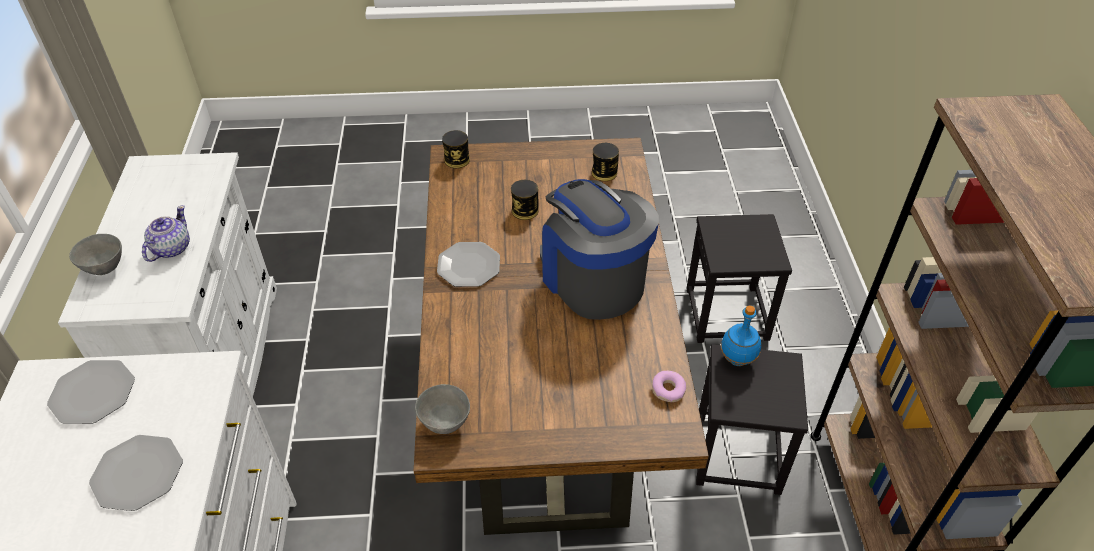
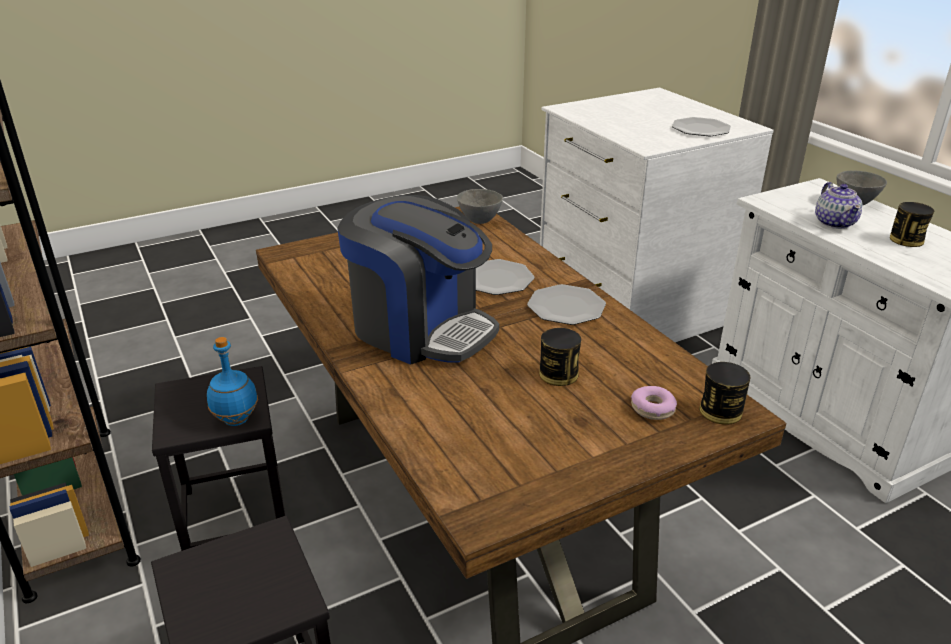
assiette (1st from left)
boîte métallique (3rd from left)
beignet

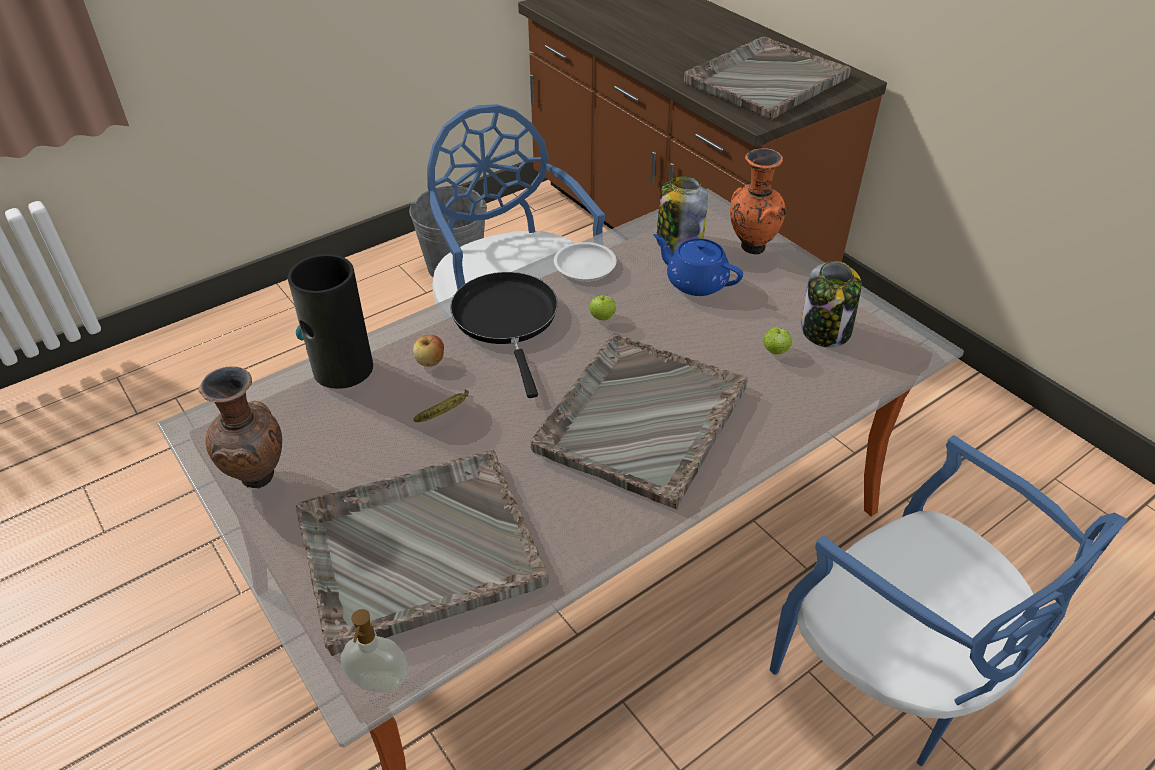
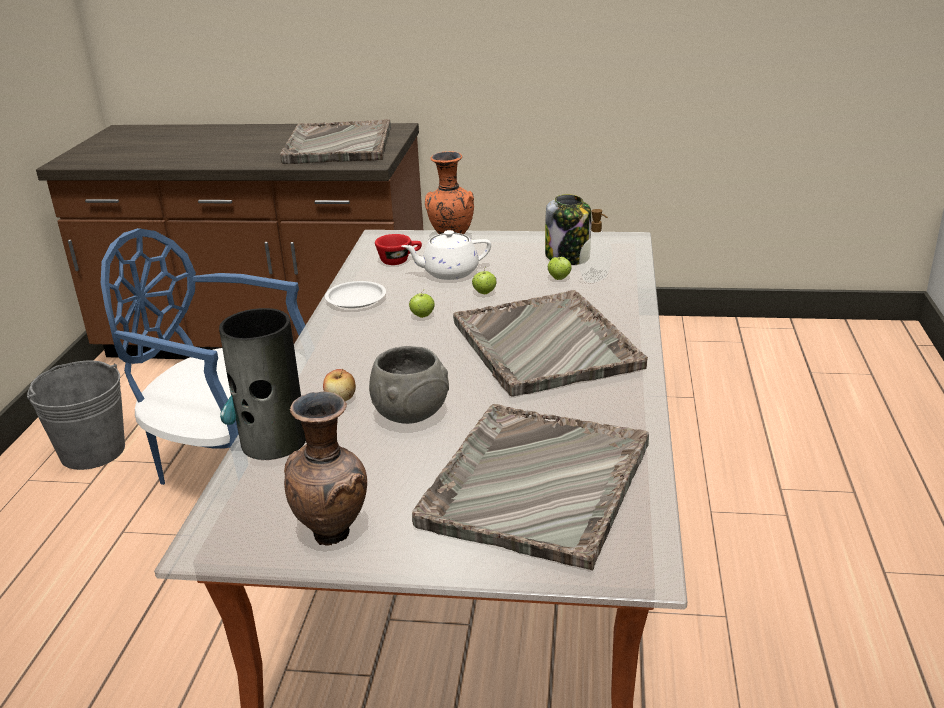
distributeur de savon
bol/gris
poêle/noir
théière/blanc
tasse/rouge
chaise/bleu (2nd from left in the first image)
pomme (3rd from left)

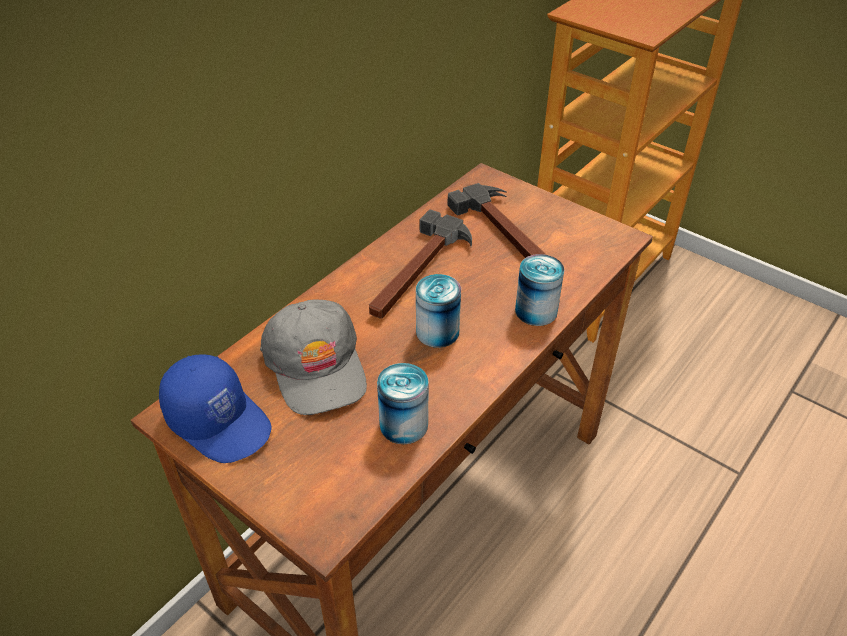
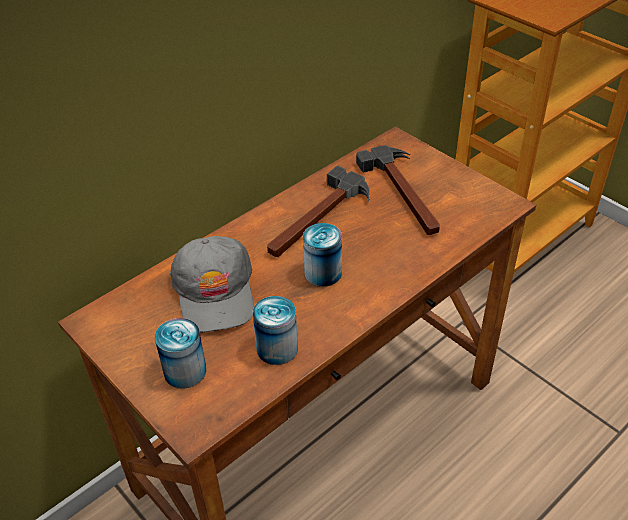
casquette/bleu
boîte métallique (1st from left)

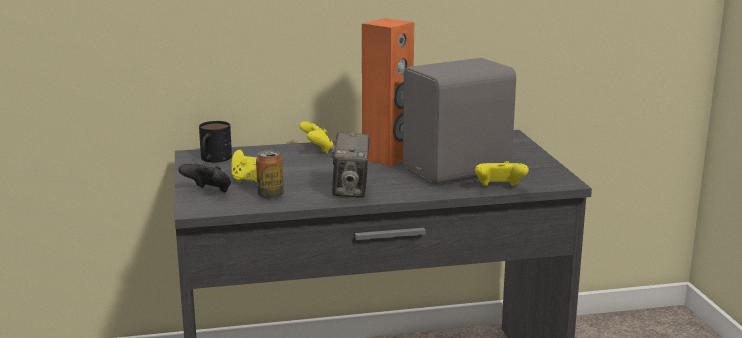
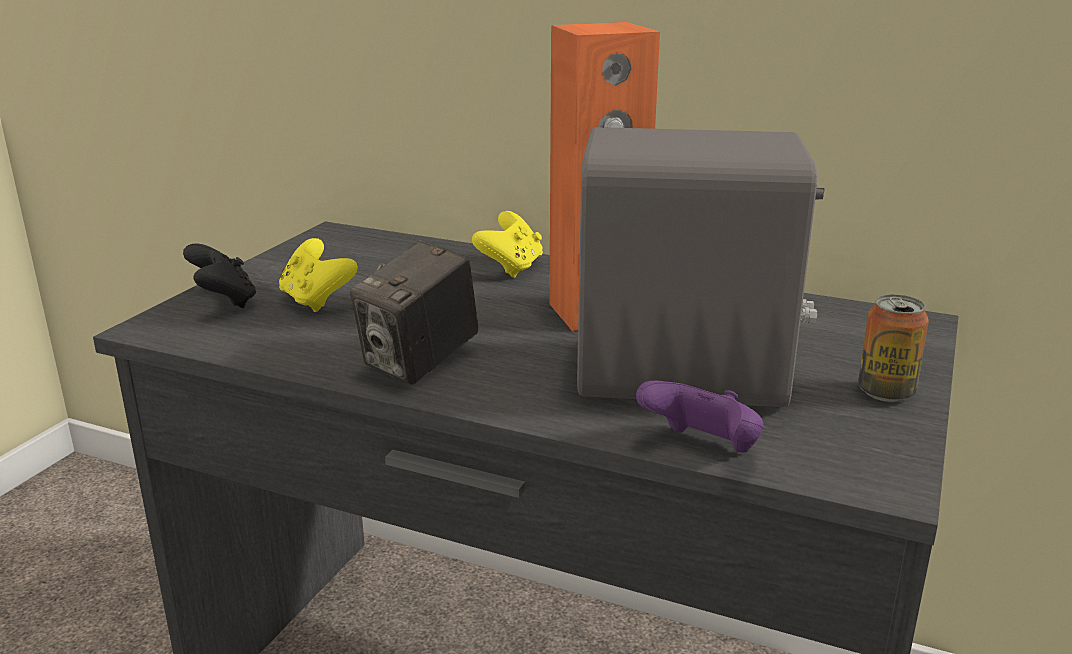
mug
boîte métallique
manette/violet

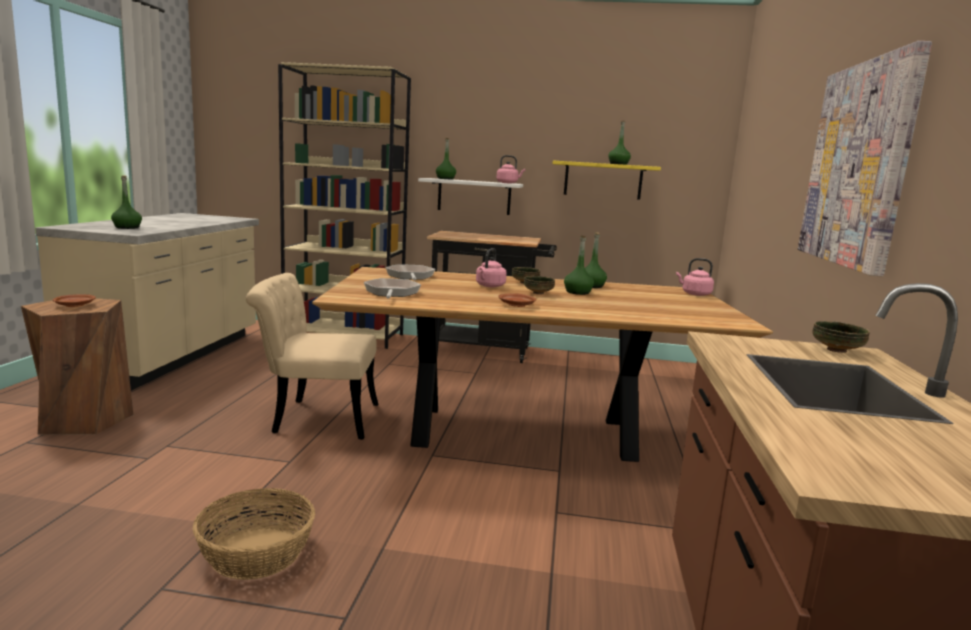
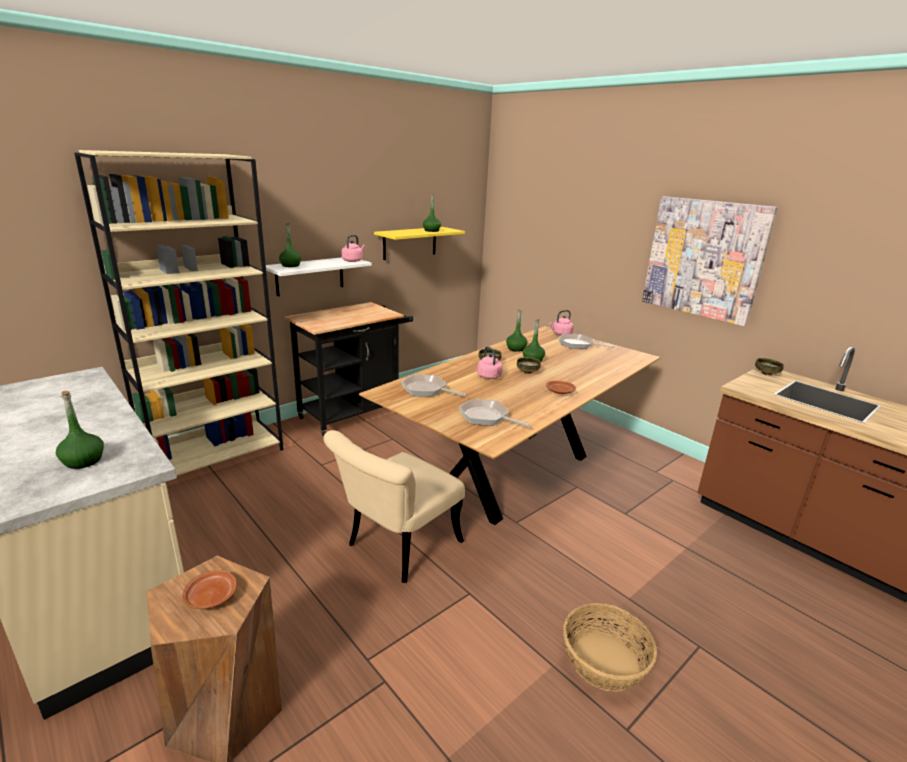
poêle (3rd from left)

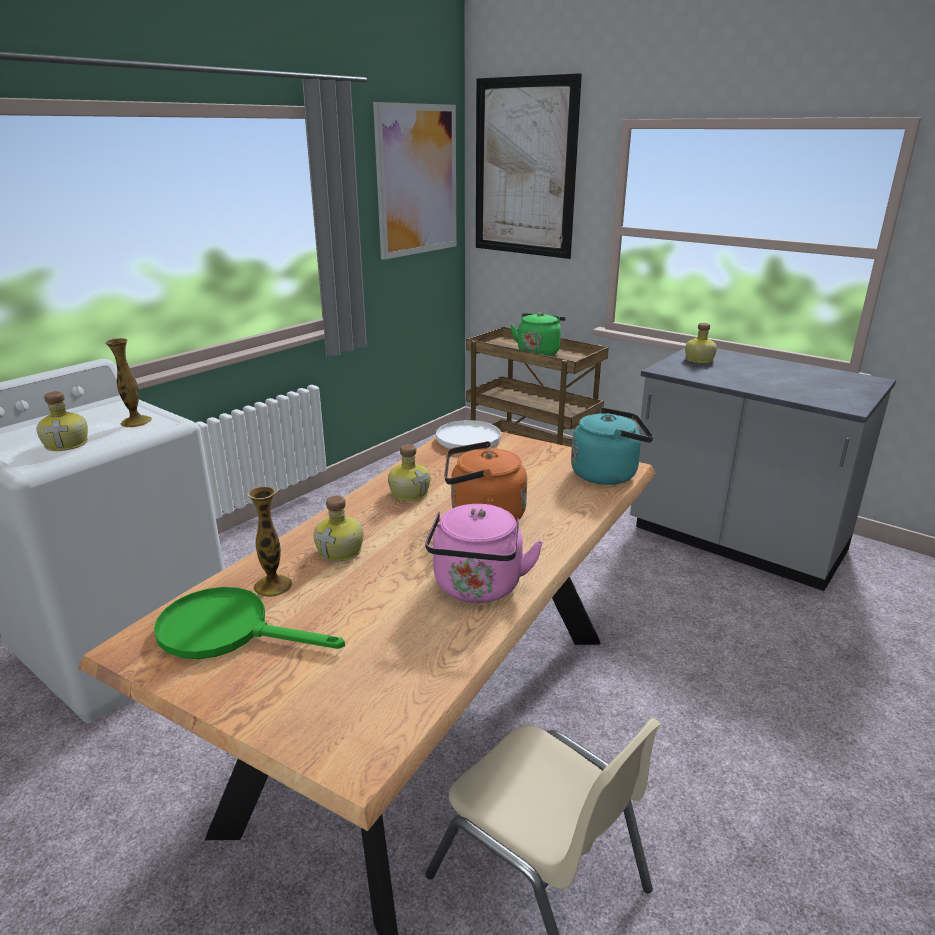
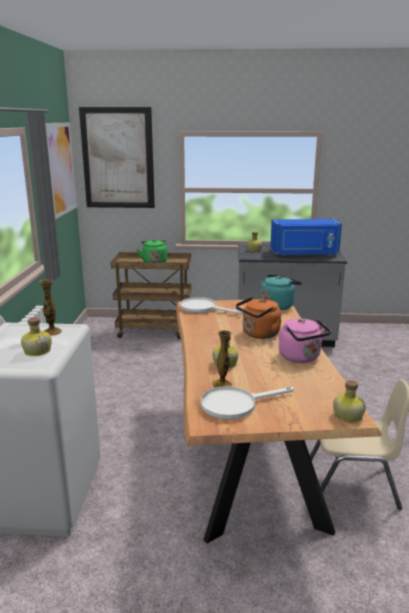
poêle/blanc (2nd from left)
bouteille (4th from left)
micro-ondes/bleu

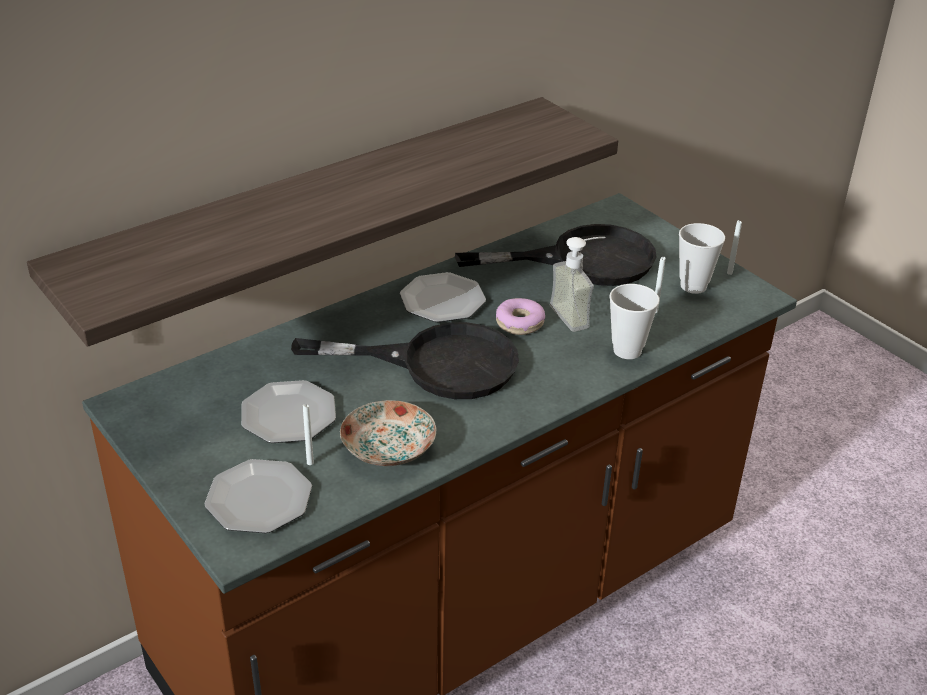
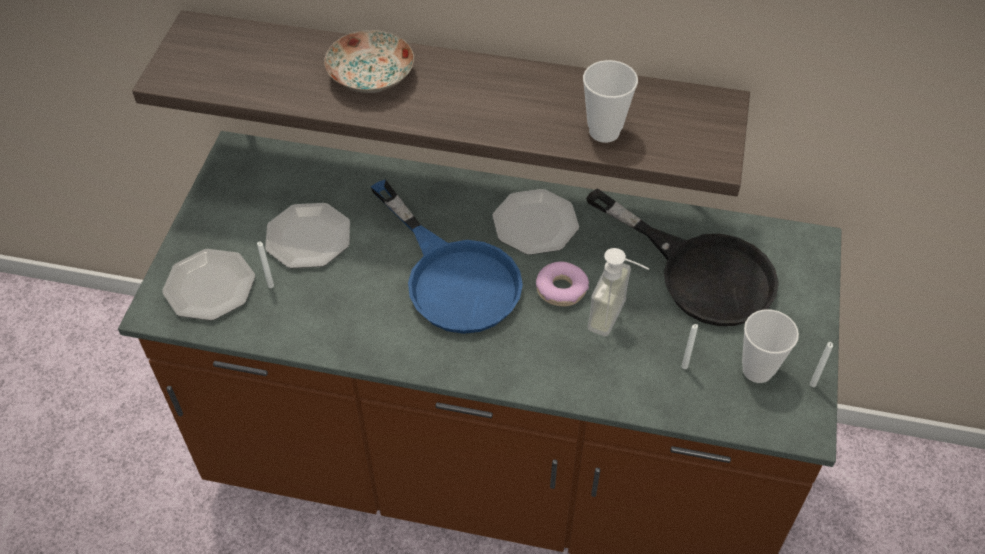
poêle/bleu
assiette (3rd from left)
tasse (1st from left)

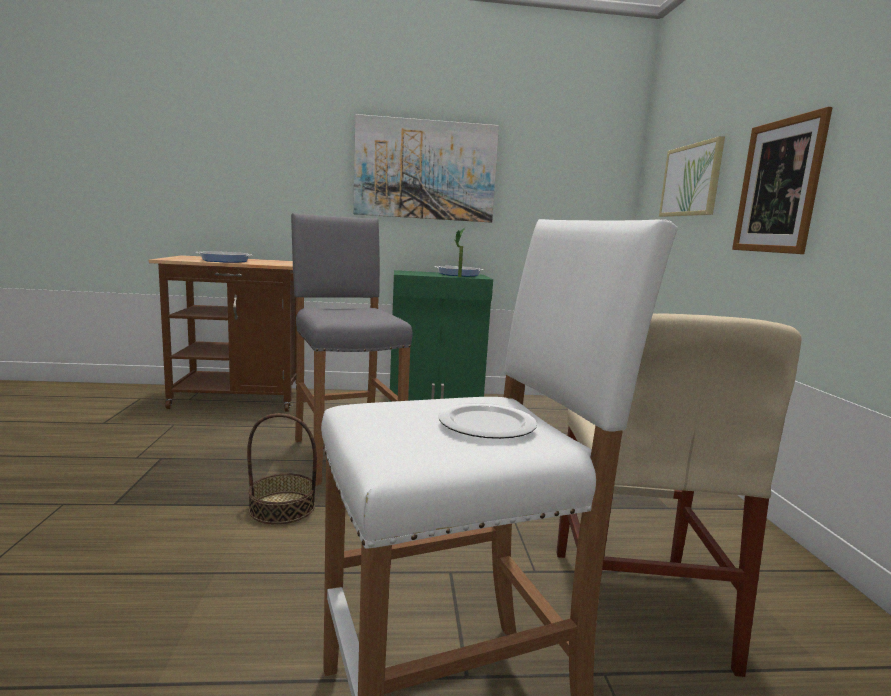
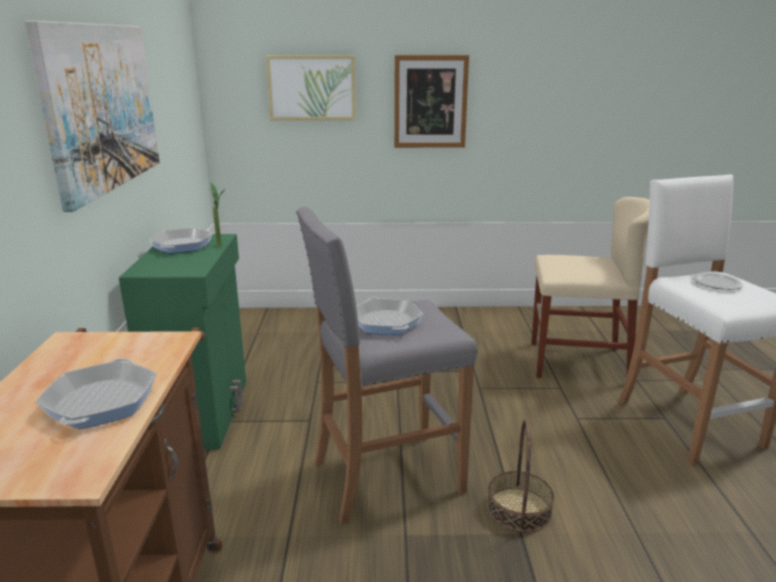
poêle (3rd from left)

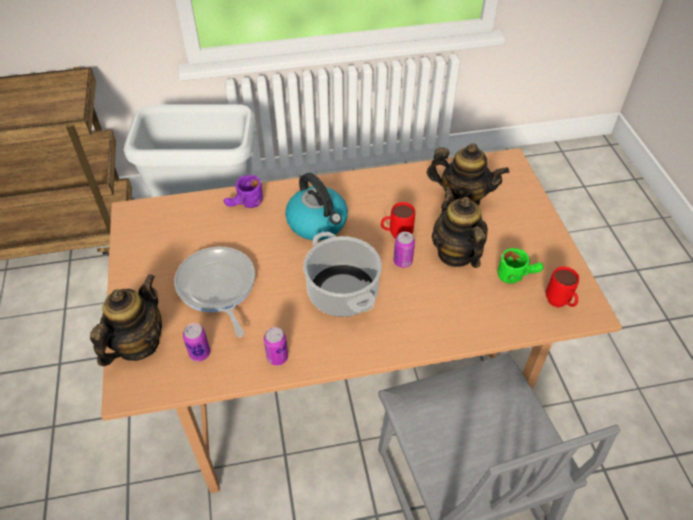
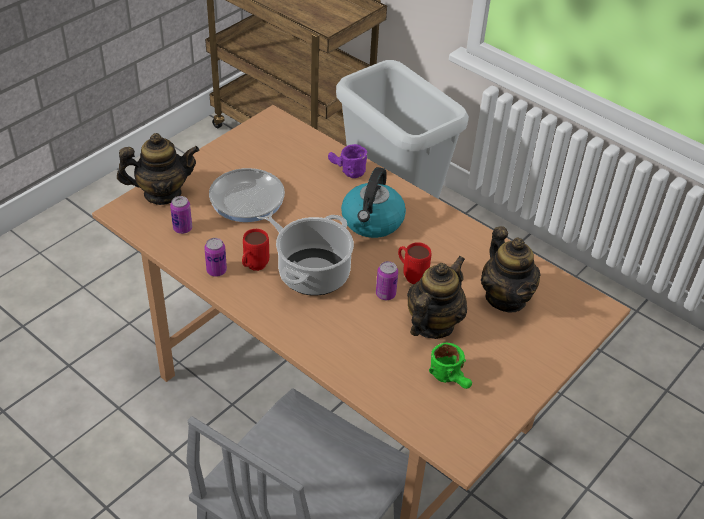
poêle
mug/rouge (1st from left)

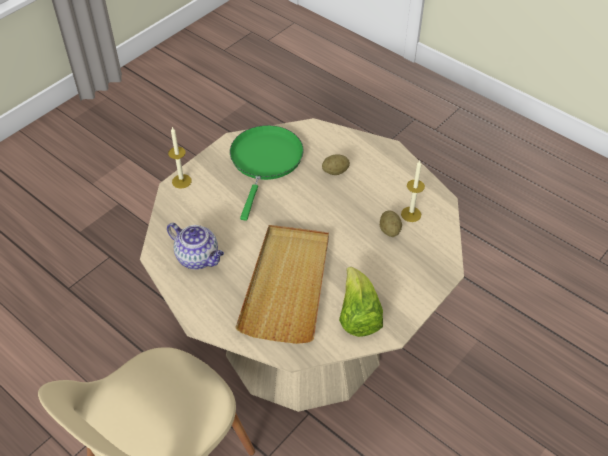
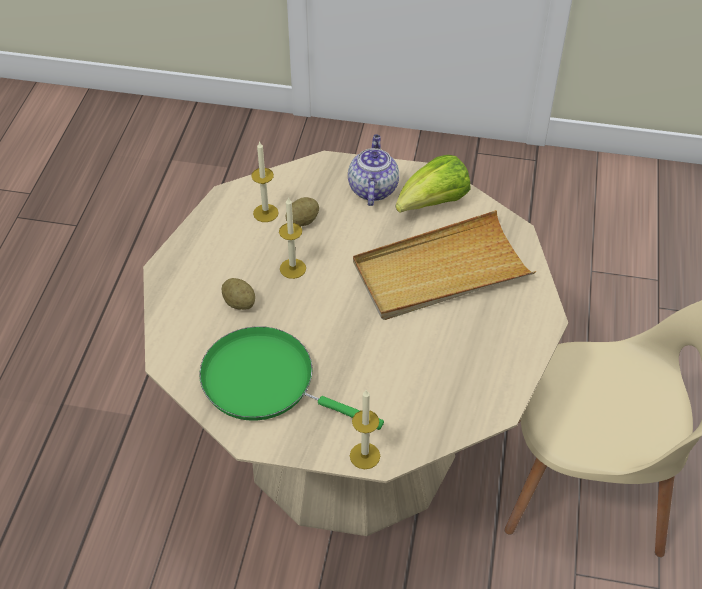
théière
poêle/vert
bougie (2nd from left)

